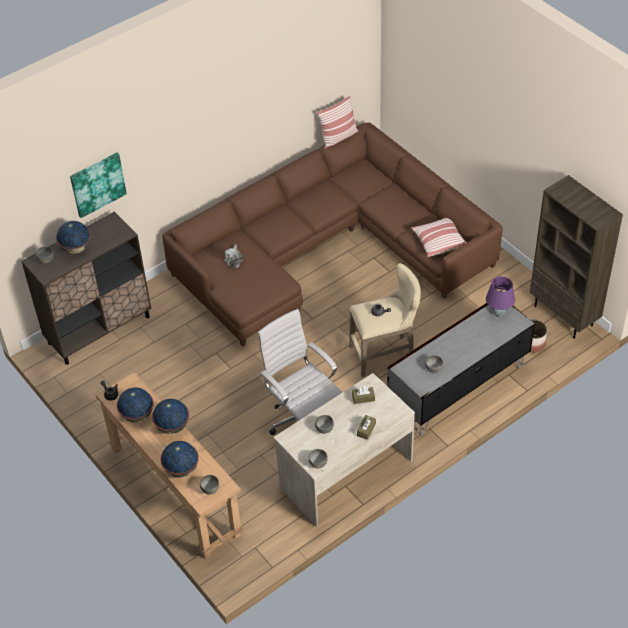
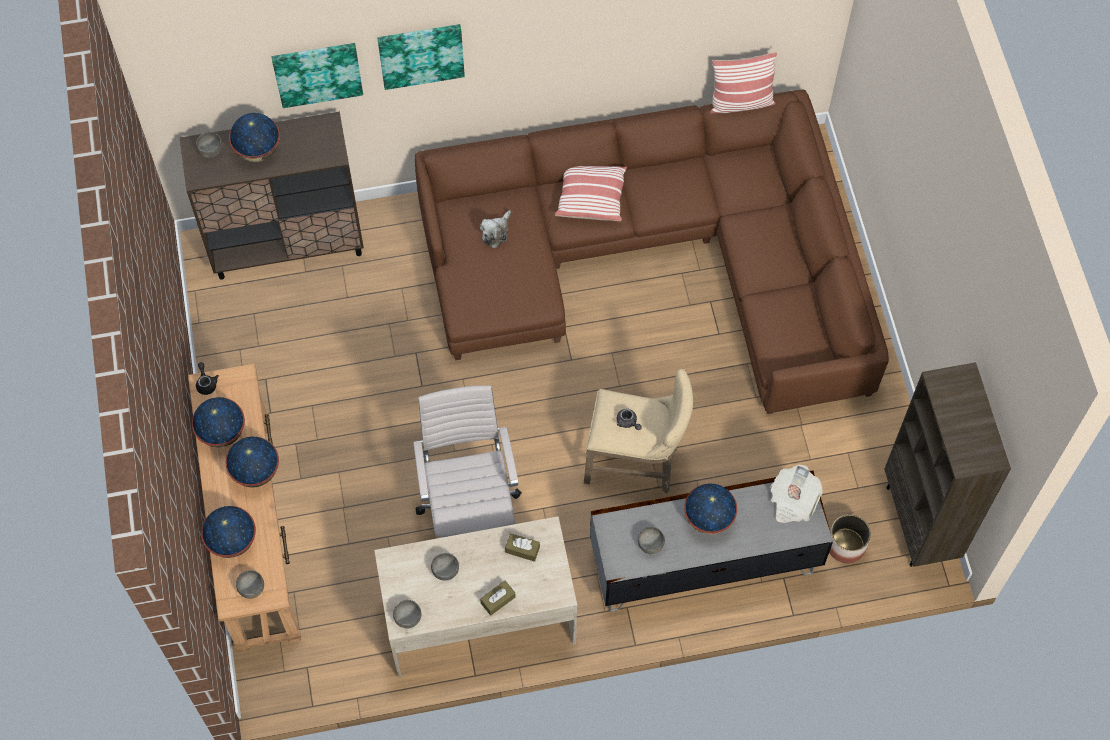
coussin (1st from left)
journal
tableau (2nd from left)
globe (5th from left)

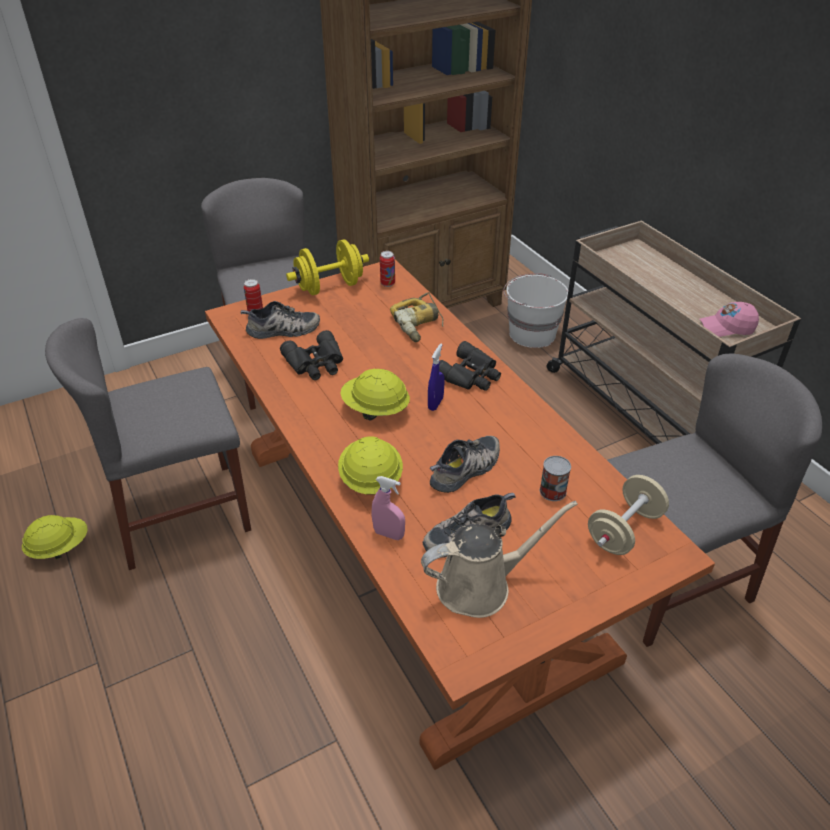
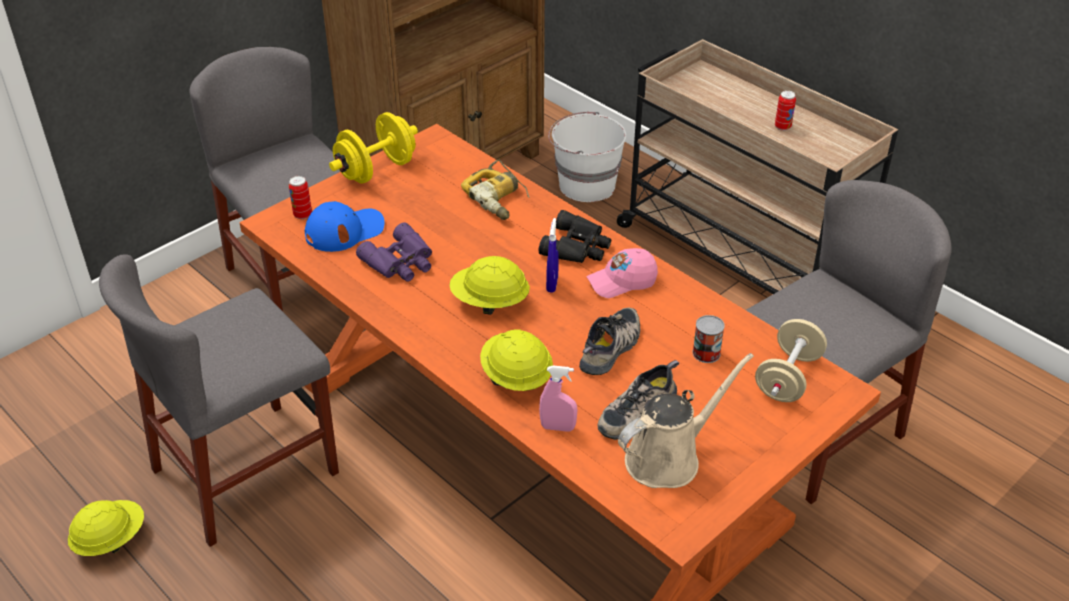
casquette/bleu
jumelles/violet
boîte métallique (3rd from left)
casquette/rose

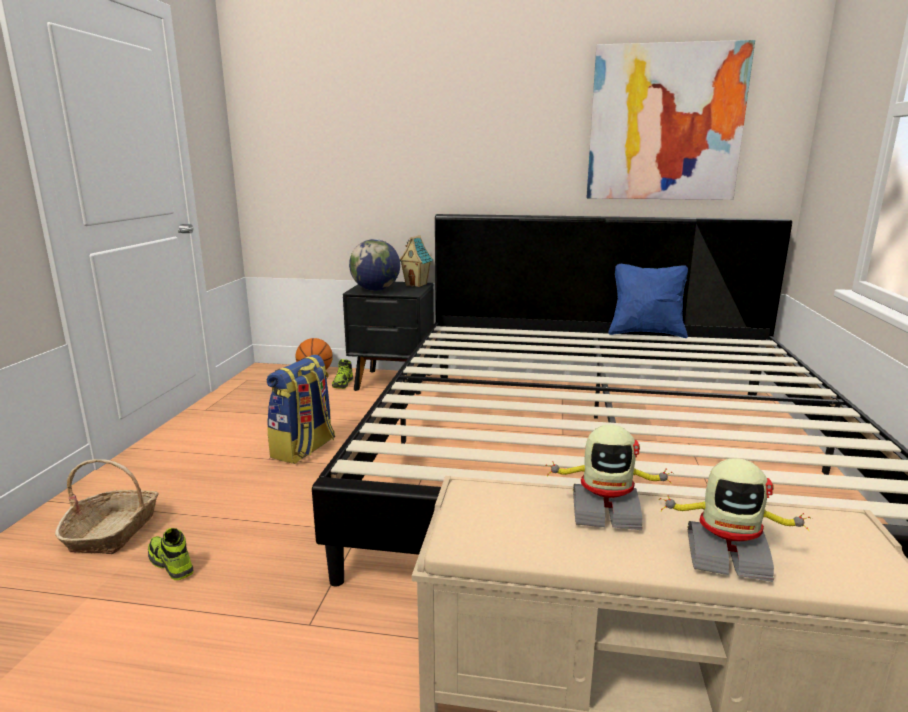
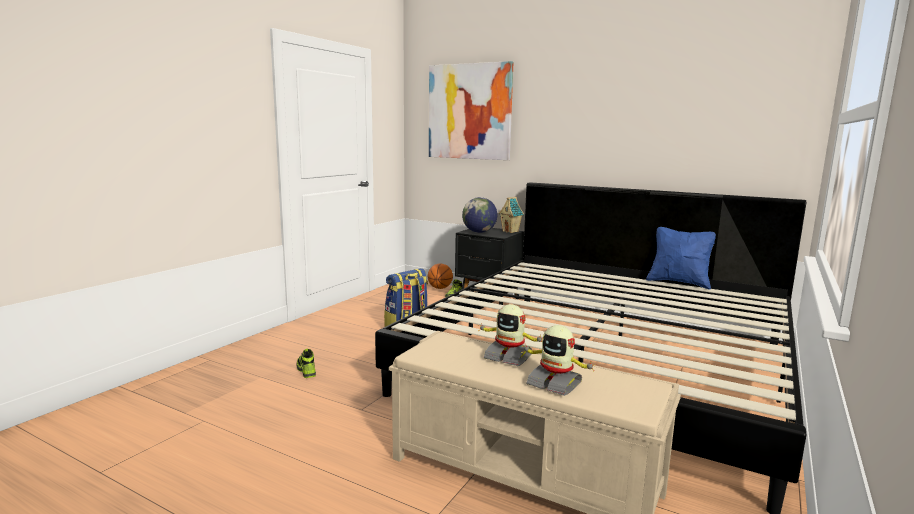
panier
tableau

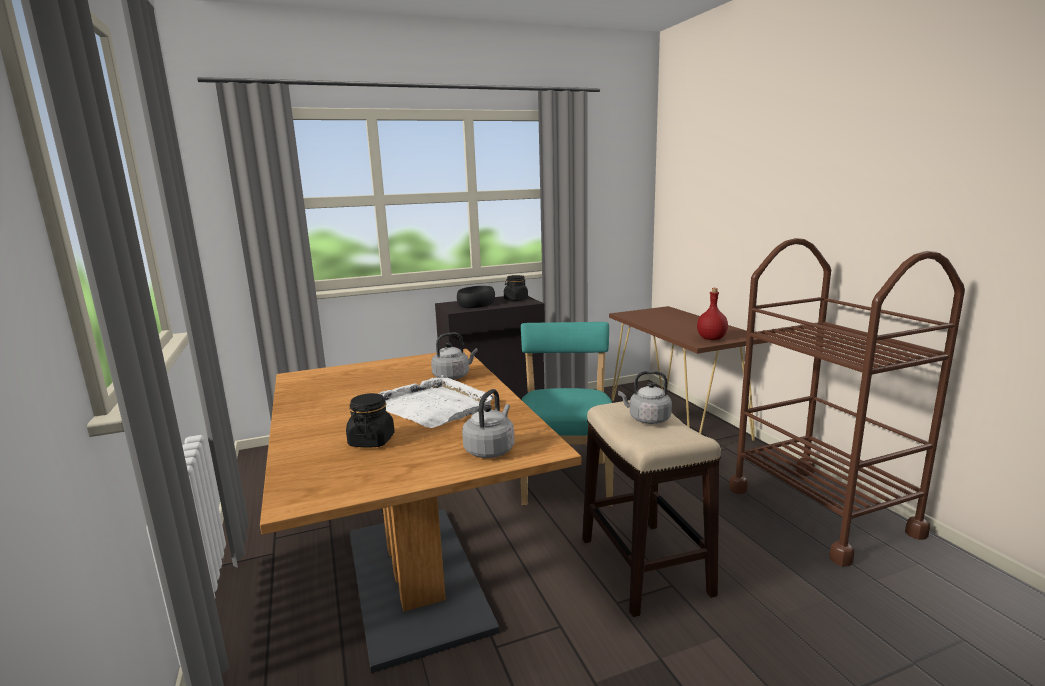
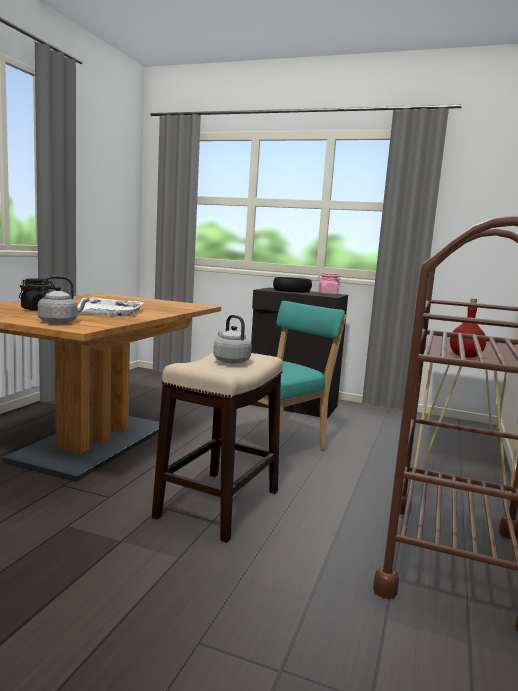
bouilloire/gris (1st from left in the first image)
bocal/rose

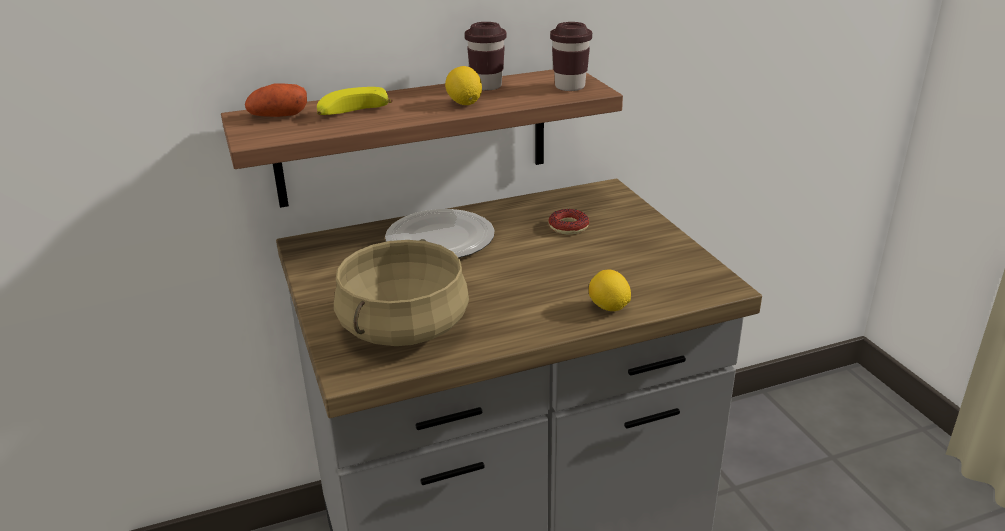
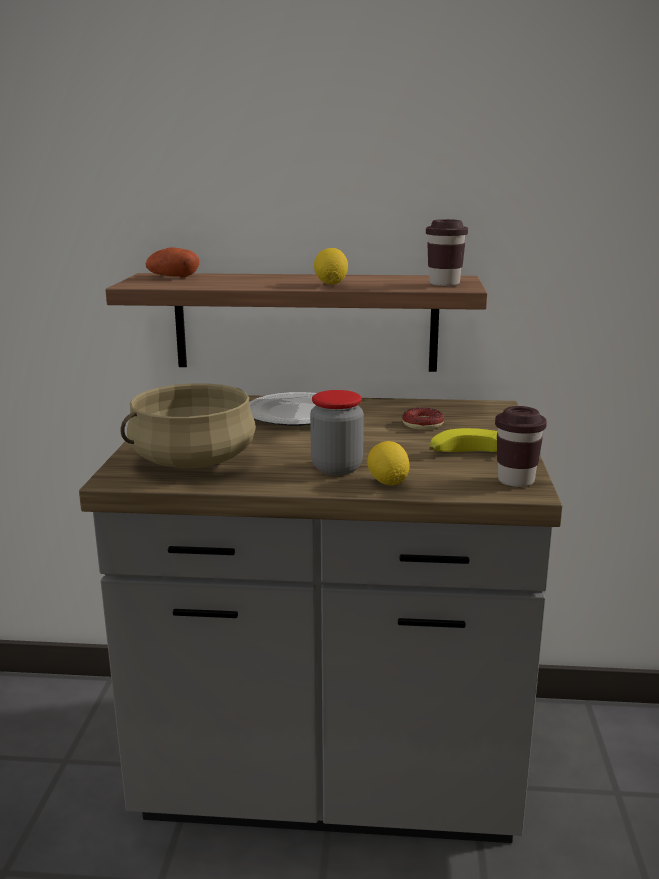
banane
tasse/marron (2nd from left)
bocal

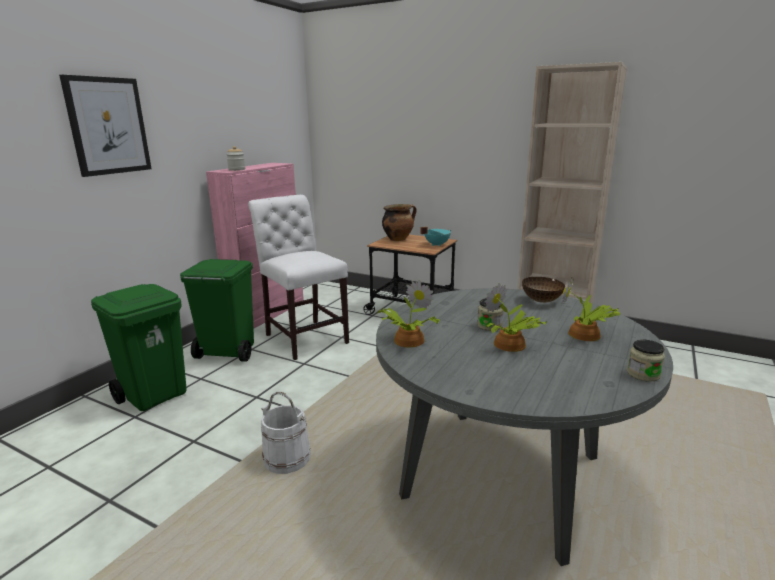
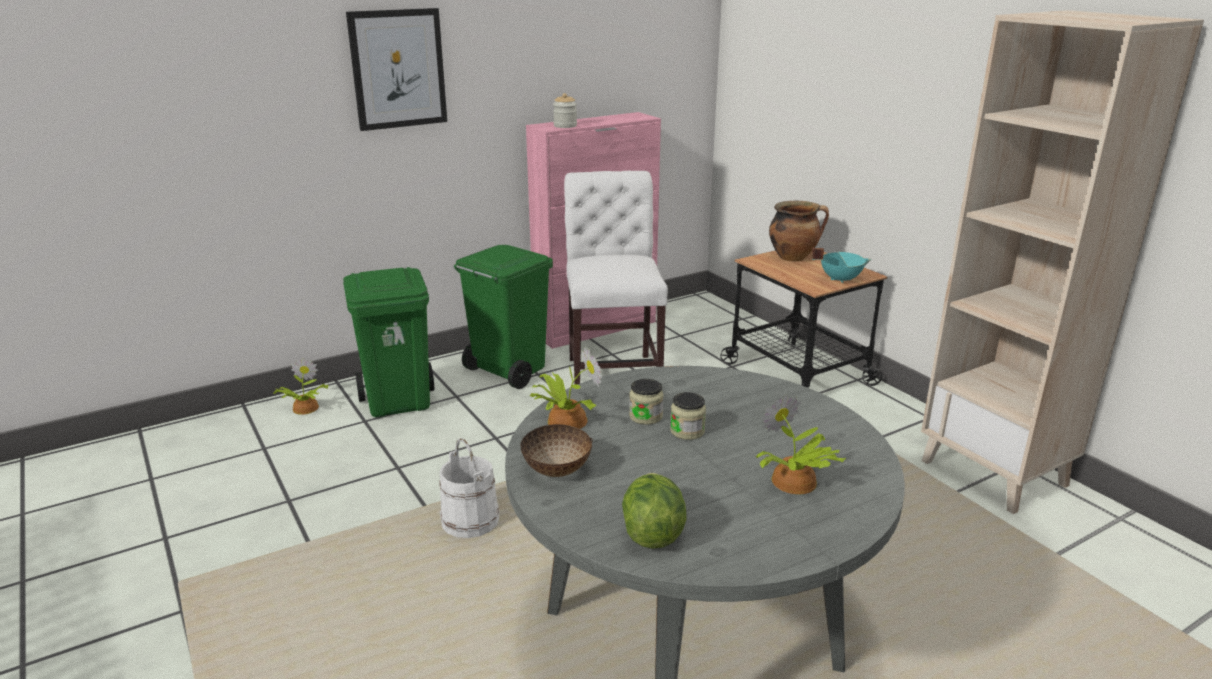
plante en pot (1st from left)
bol
bocal (2nd from left)
laitue

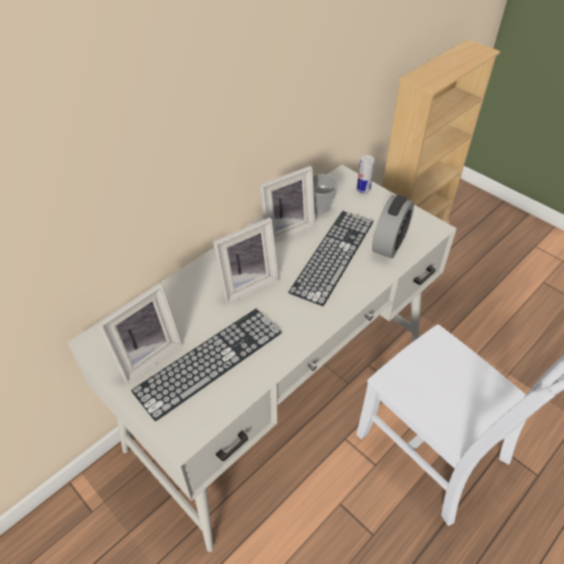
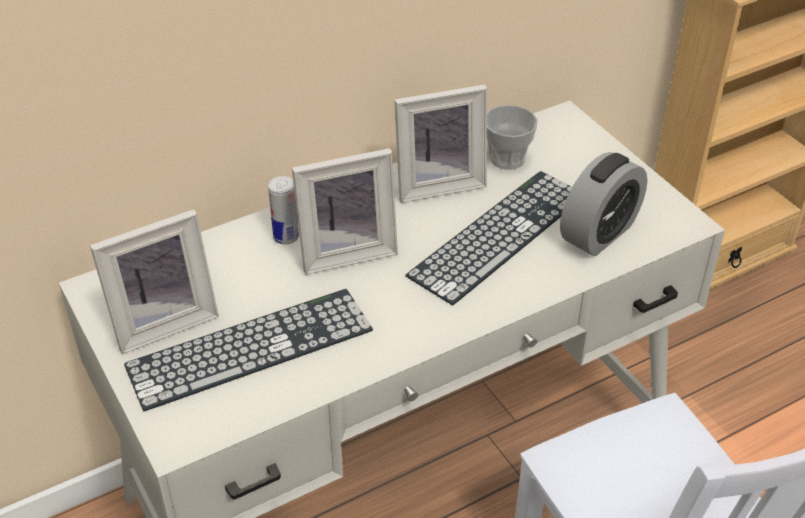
boîte métallique

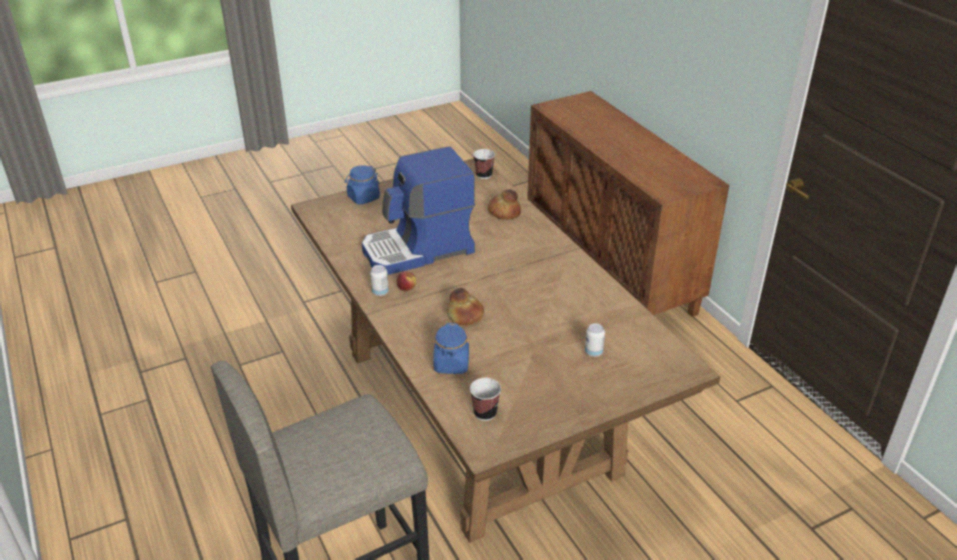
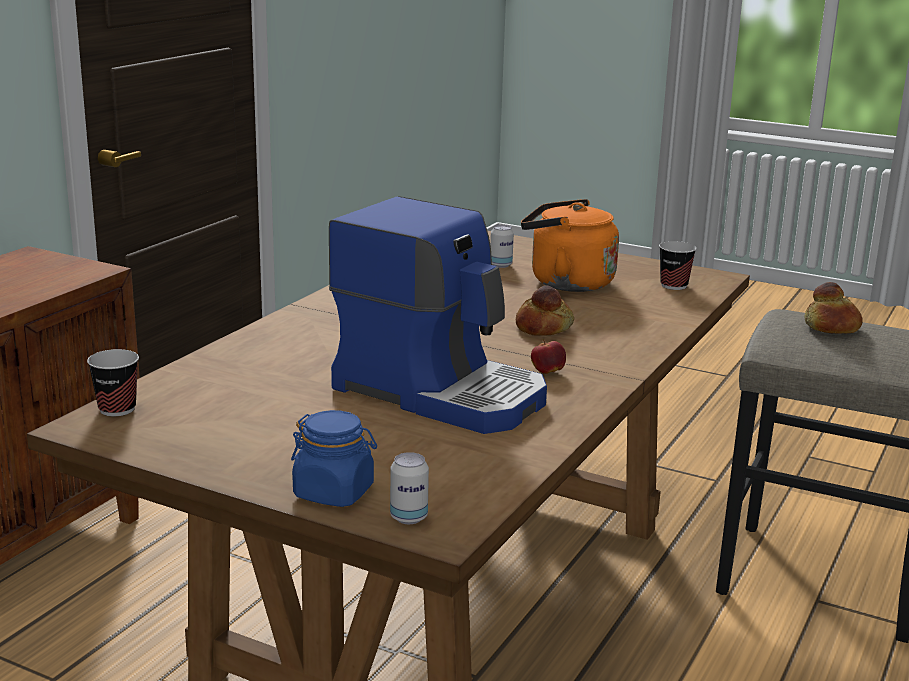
boîte métallique (1st from left)
bocal/bleu (2nd from left in the first image)
pain (2nd from left)
bouilloire/orange

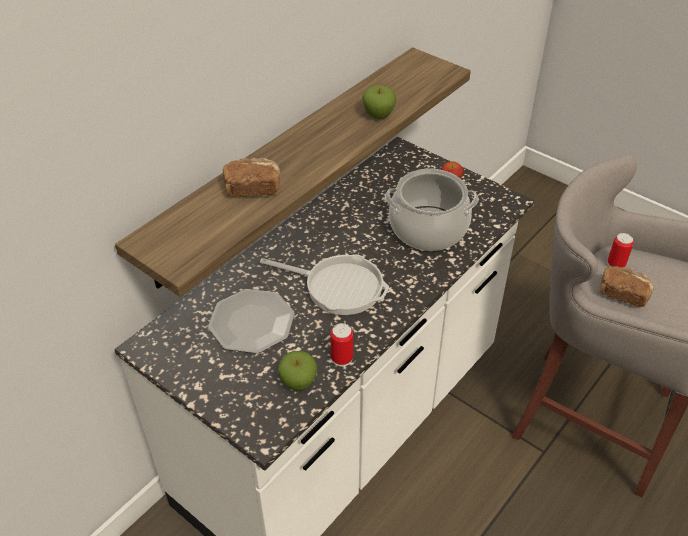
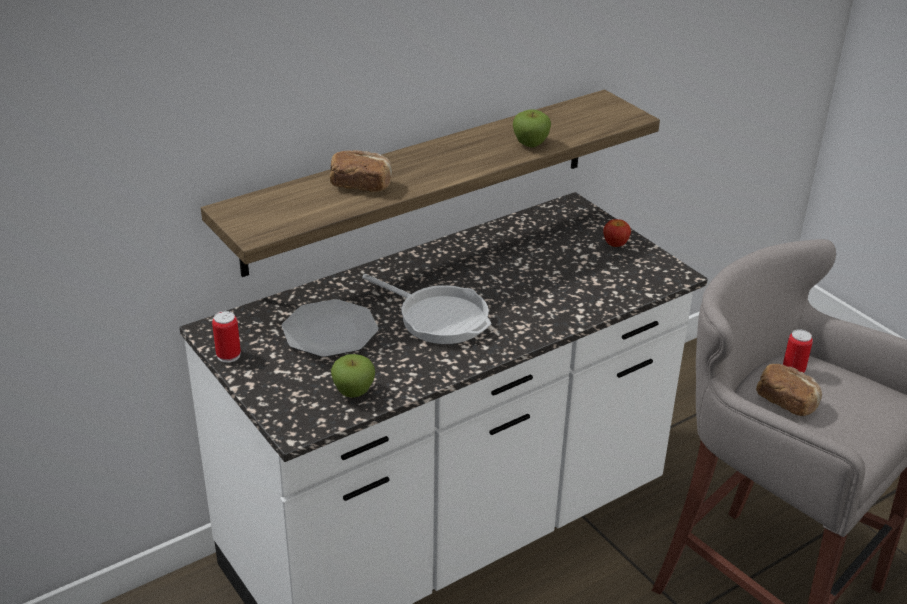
boîte métallique (1st from left)
marmite

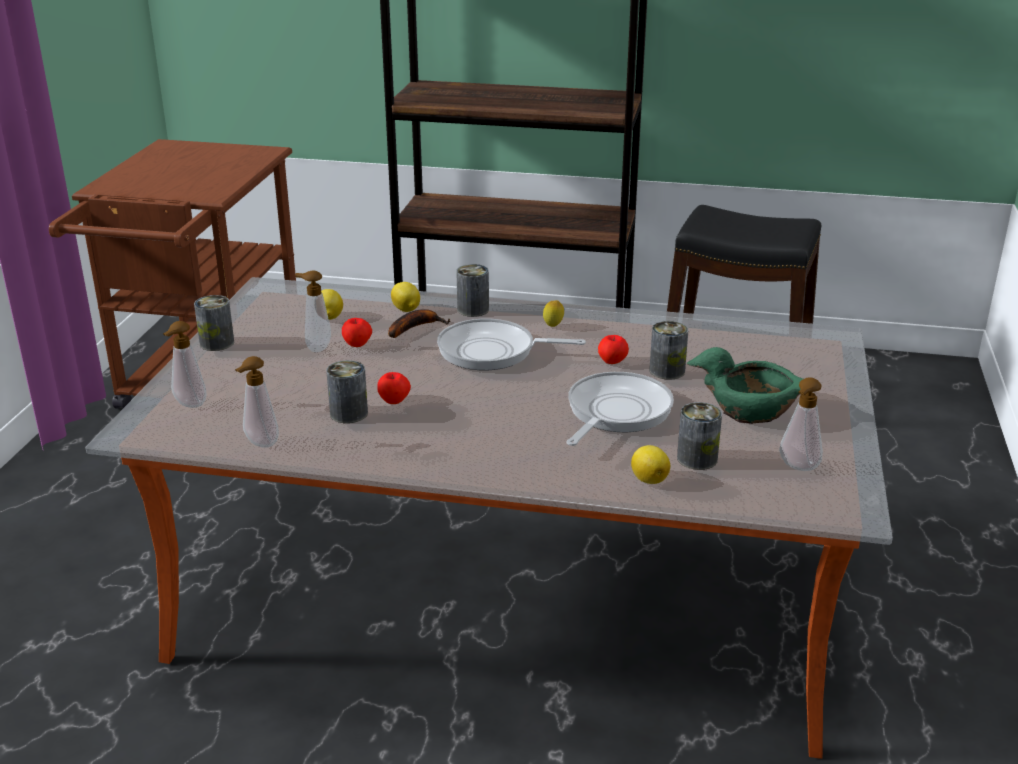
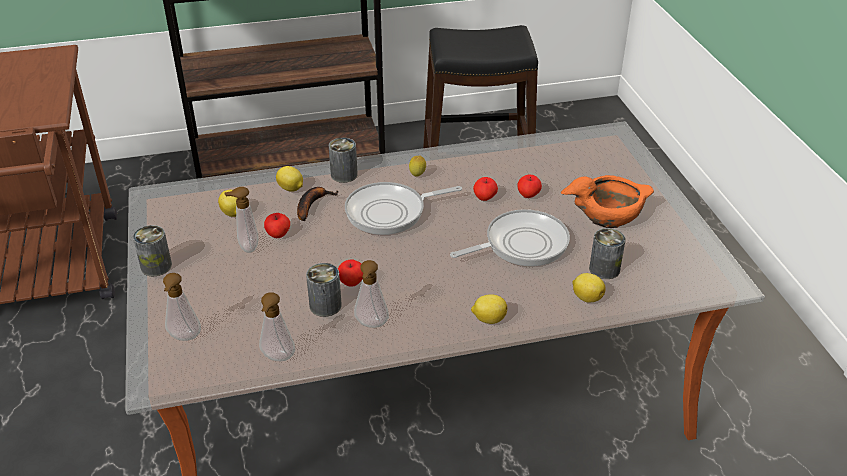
poêle (2nd from left)
pomme (4th from left)
bol/orange
distributeur de savon (4th from left)
citron (4th from left)

